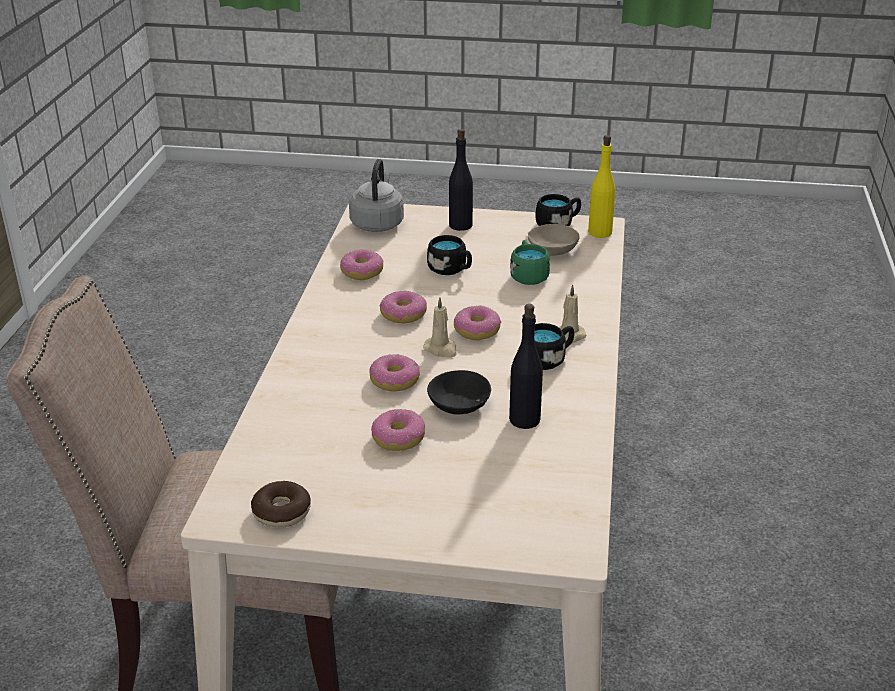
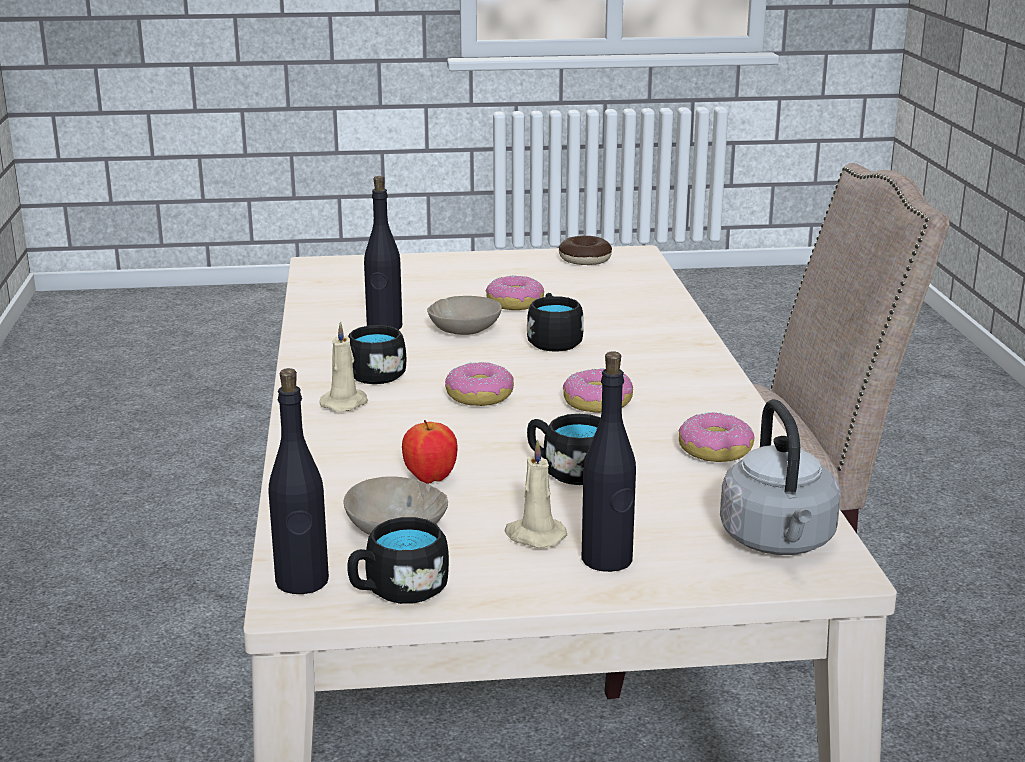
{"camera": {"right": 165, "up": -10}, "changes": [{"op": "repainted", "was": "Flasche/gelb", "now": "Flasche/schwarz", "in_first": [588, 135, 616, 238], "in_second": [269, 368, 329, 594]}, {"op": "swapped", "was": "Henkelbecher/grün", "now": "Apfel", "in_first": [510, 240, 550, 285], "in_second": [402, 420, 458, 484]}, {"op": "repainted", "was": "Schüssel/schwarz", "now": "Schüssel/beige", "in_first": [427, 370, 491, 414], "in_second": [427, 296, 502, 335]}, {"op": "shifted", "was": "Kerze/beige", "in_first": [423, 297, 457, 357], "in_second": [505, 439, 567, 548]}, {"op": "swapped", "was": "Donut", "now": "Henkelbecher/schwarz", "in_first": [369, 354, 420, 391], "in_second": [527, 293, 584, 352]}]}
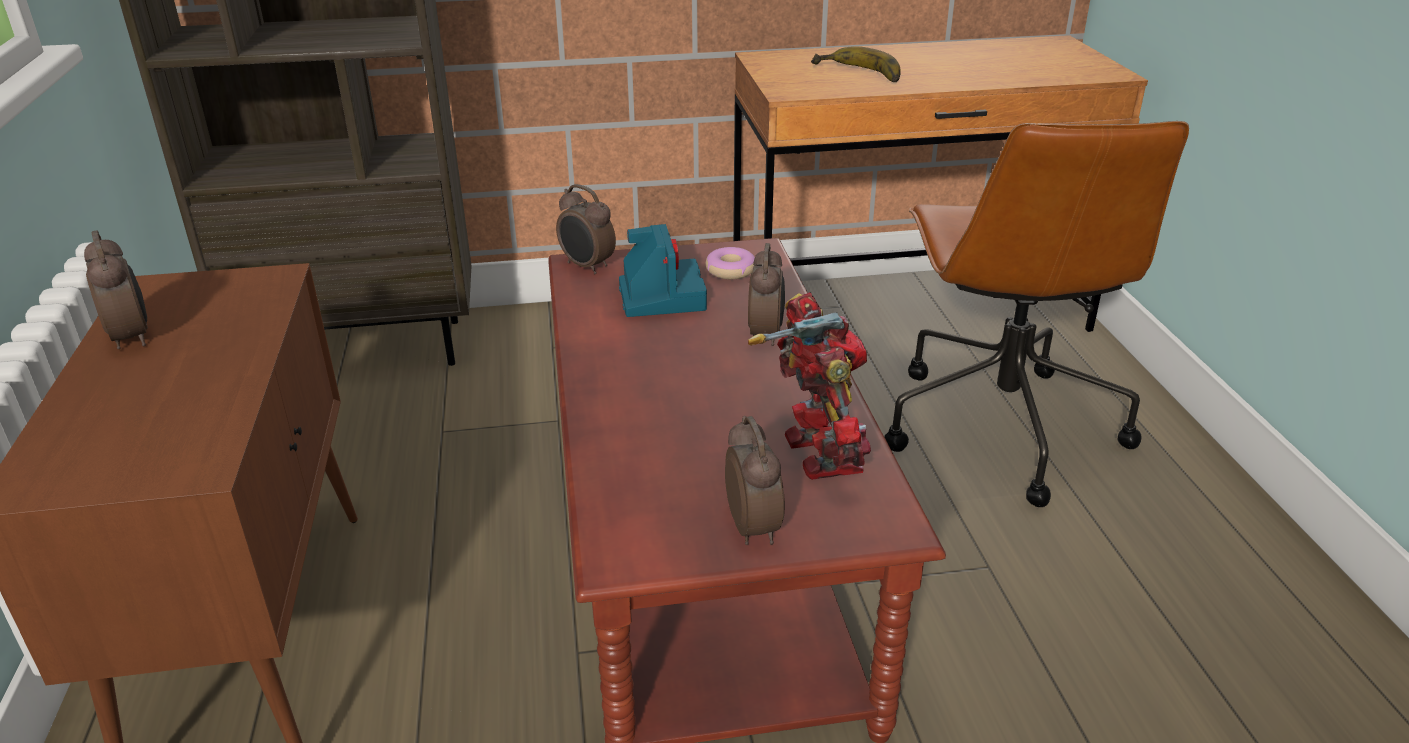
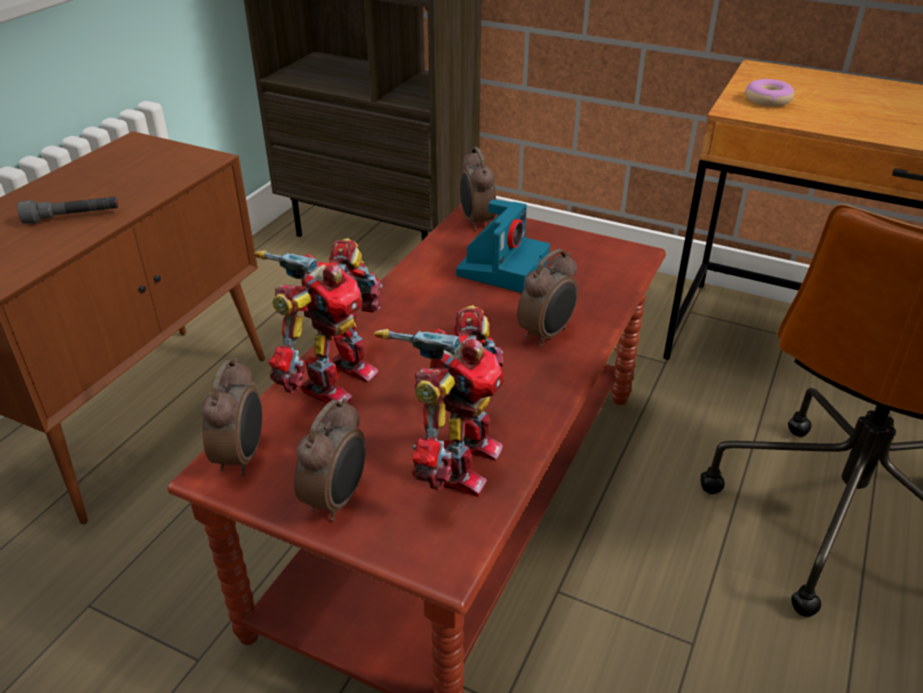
{"camera": {"right": 35, "up": 5}, "changes": [{"op": "new", "now": "Taschenlampe/grau", "in_second": [17, 197, 119, 224]}, {"op": "shifted", "was": "Wecker", "in_first": [84, 231, 148, 350], "in_second": [202, 358, 262, 476]}, {"op": "new", "now": "Spielzeugroboter", "in_second": [254, 238, 382, 403]}, {"op": "shifted", "was": "Donut", "in_first": [706, 247, 755, 279], "in_second": [745, 79, 794, 107]}, {"op": "gone", "was": "Banane", "in_first": [811, 46, 901, 82]}]}
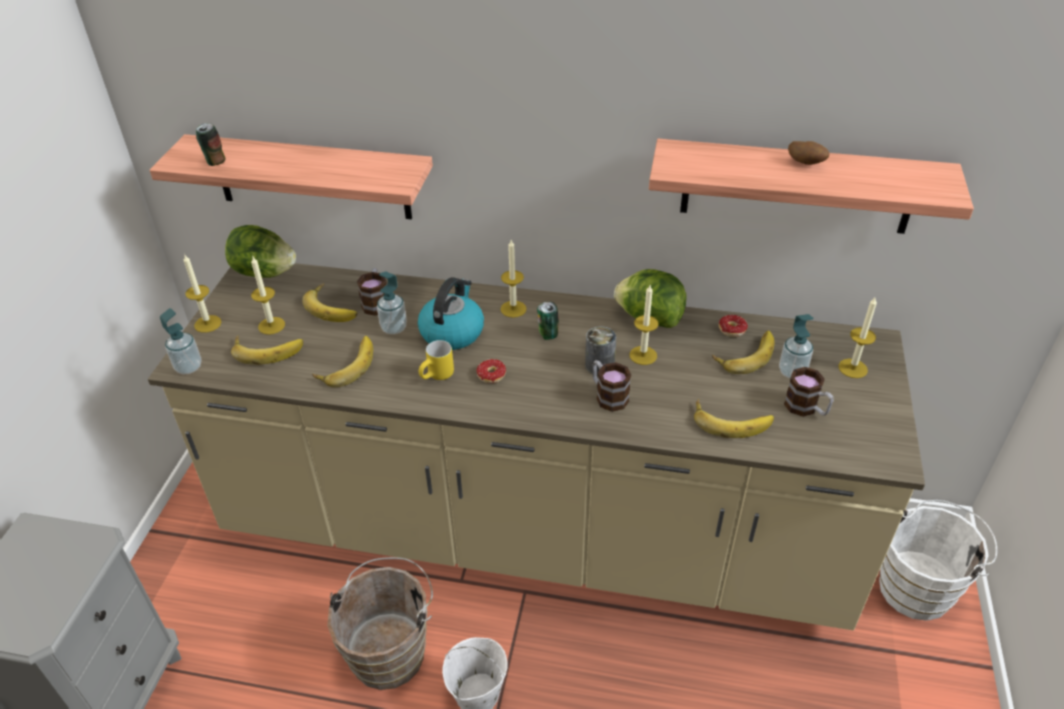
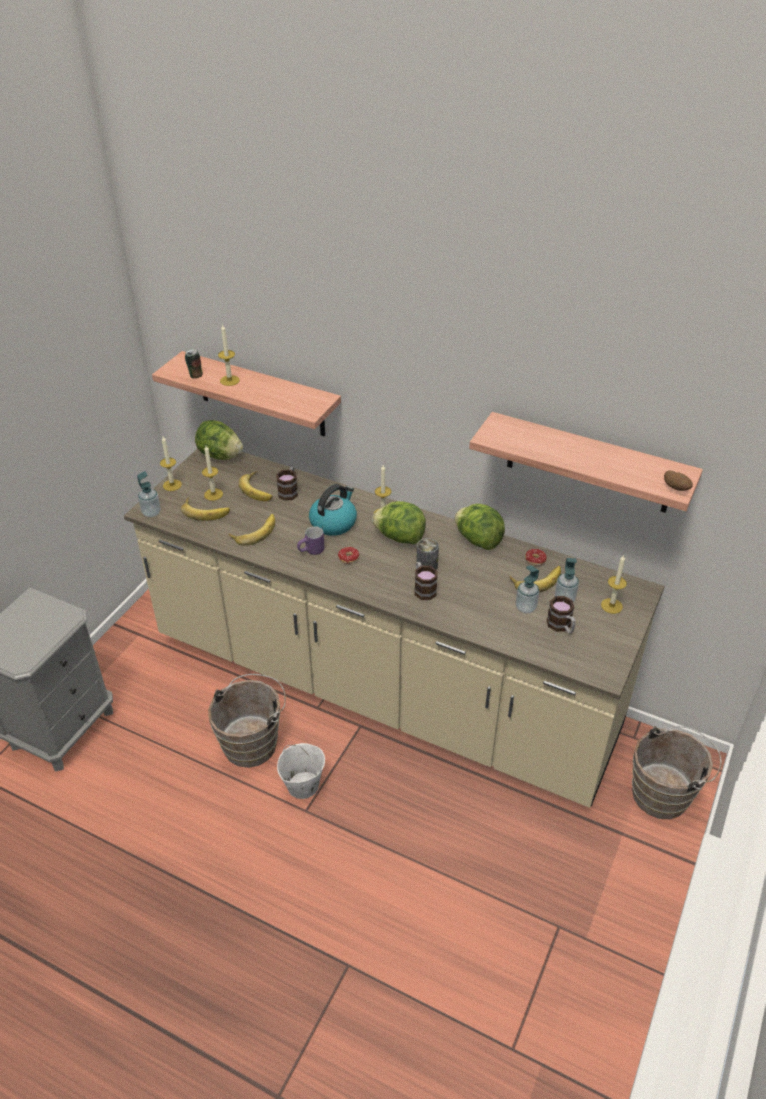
{"camera": {"right": 15, "up": 0}, "changes": [{"op": "shifted", "was": "Kerze", "in_first": [629, 285, 659, 365], "in_second": [218, 325, 239, 386]}, {"op": "repainted", "was": "Henkelbecher/gelb", "now": "Henkelbecher/lila", "in_first": [419, 340, 454, 380], "in_second": [297, 526, 324, 555]}, {"op": "swapped", "was": "Dose", "now": "Salatkopf", "in_first": [537, 302, 559, 340], "in_second": [372, 501, 426, 544]}, {"op": "shifted", "was": "Seifenspender", "in_first": [377, 272, 407, 334], "in_second": [515, 565, 539, 614]}, {"op": "repainted", "was": "Eimer/weiß", "now": "Eimer/braun", "in_first": [879, 500, 997, 621], "in_second": [632, 726, 721, 819]}, {"op": "shifted", "was": "Kartoffel", "in_first": [788, 141, 830, 165], "in_second": [664, 470, 693, 491]}, {"op": "gone", "was": "Banane", "in_first": [694, 399, 774, 438]}]}
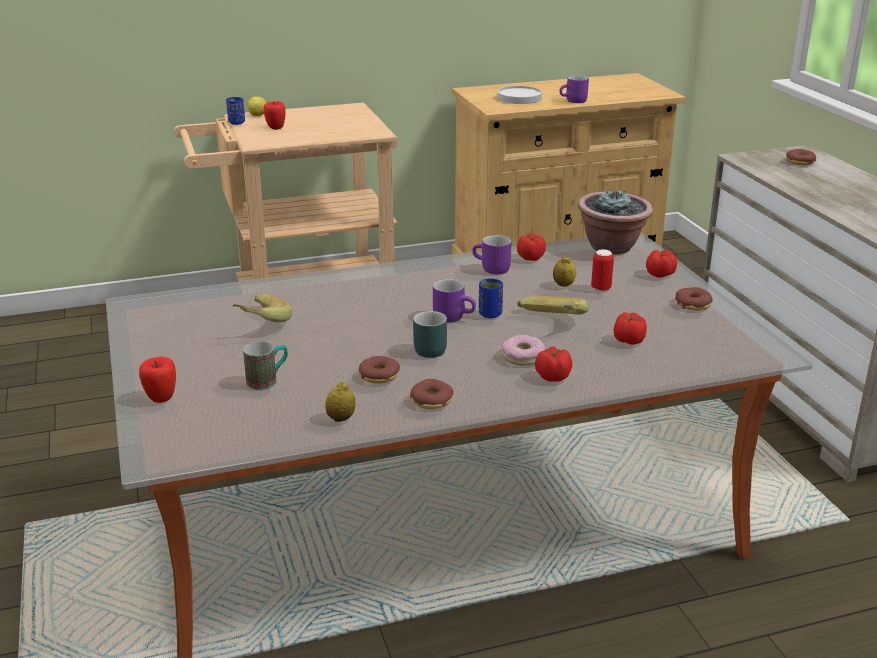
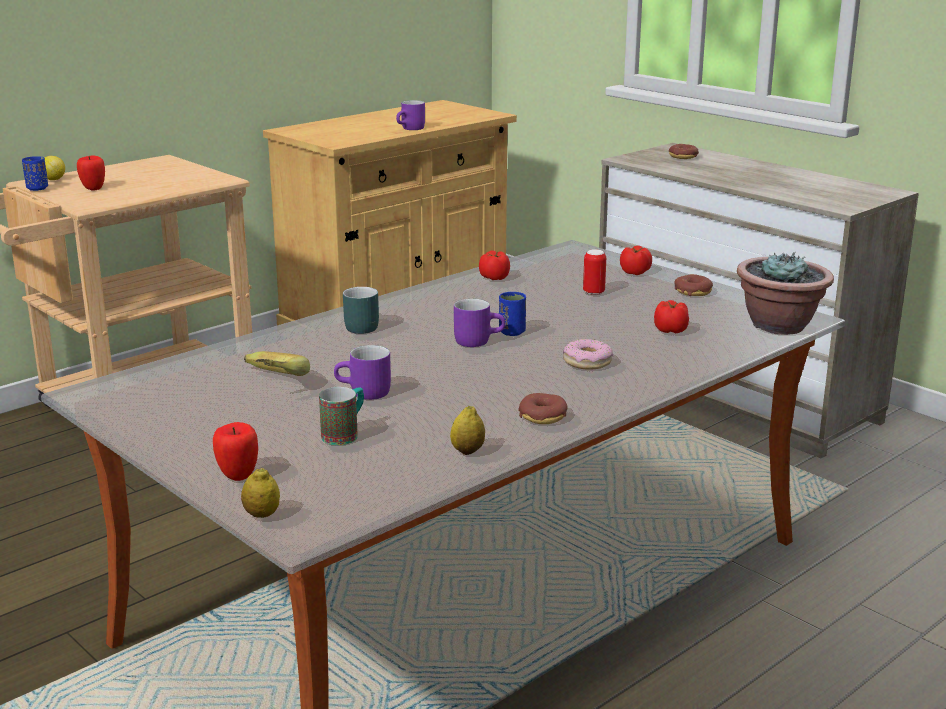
{"camera": {"right": -25, "up": -5}, "changes": [{"op": "shifted", "was": "Zitrone", "in_first": [553, 256, 576, 287], "in_second": [241, 467, 280, 518]}, {"op": "shifted", "was": "Henkelbecher/lila", "in_first": [472, 235, 511, 274], "in_second": [334, 345, 391, 400]}, {"op": "shifted", "was": "Henkelbecher/türkis", "in_first": [413, 311, 447, 358], "in_second": [343, 287, 379, 334]}, {"op": "shifted", "was": "Topfpflanze", "in_first": [578, 190, 653, 255], "in_second": [737, 252, 834, 335]}, {"op": "gone", "was": "Donut", "in_first": [359, 356, 400, 383]}, {"op": "gone", "was": "Teller/weiß", "in_first": [498, 86, 542, 104]}, {"op": "gone", "was": "Banane", "in_first": [517, 296, 589, 315]}, {"op": "gone", "was": "Tomate", "in_first": [535, 346, 572, 382]}]}
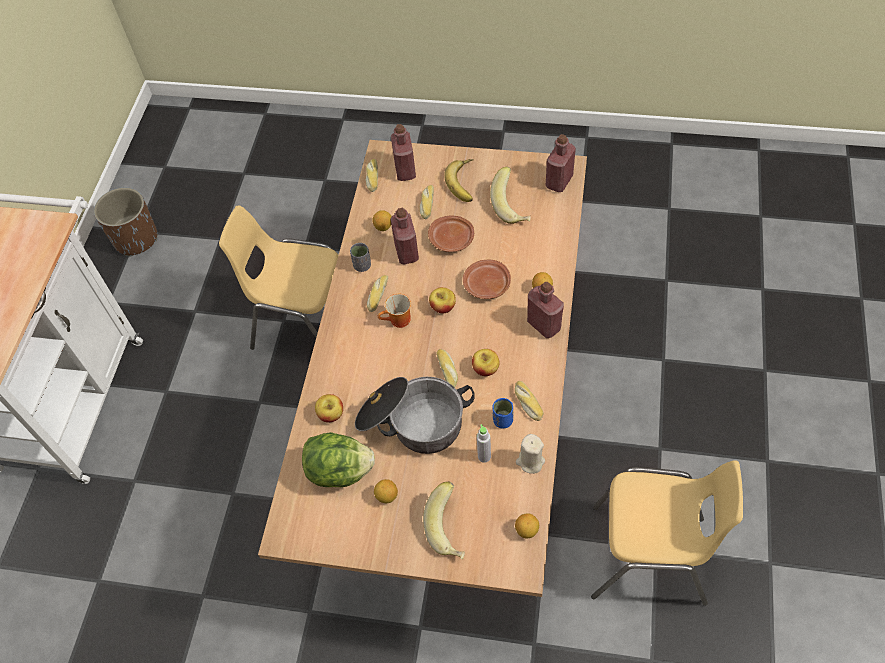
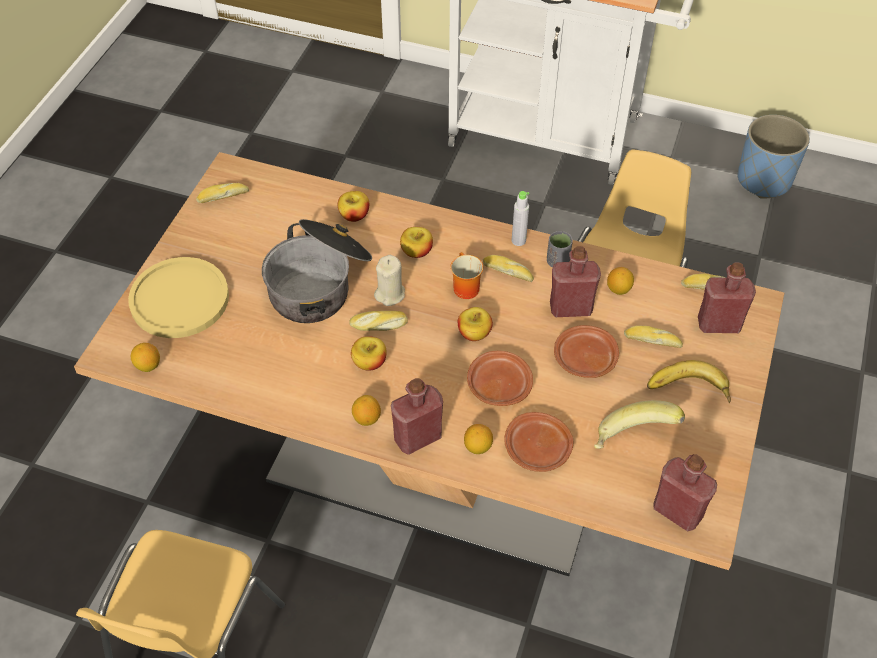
{"camera": {"right": 95, "up": -5}, "changes": [{"op": "swapped", "was": "Banane", "now": "Teller/gelb", "in_first": [423, 482, 465, 559], "in_second": [128, 257, 229, 338]}, {"op": "shifted", "was": "Brot", "in_first": [515, 381, 544, 421], "in_second": [196, 183, 249, 203]}, {"op": "shifted", "was": "Zitrone", "in_first": [374, 479, 398, 503], "in_second": [352, 395, 381, 426]}, {"op": "shifted", "was": "Kerze/beige", "in_first": [516, 434, 545, 474], "in_second": [374, 255, 405, 306]}, {"op": "new", "now": "Apfel", "in_second": [400, 227, 433, 258]}, {"op": "new", "now": "Teller/braun", "in_second": [504, 412, 573, 472]}, {"op": "shifted", "was": "Flasche/grau", "in_first": [477, 424, 491, 463], "in_second": [512, 191, 530, 246]}, {"op": "repainted", "was": "Pflanzkübel/braun", "now": "Pflanzkübel/blau", "in_first": [94, 188, 158, 256], "in_second": [737, 115, 810, 199]}, {"op": "gone", "was": "Salatkopf", "in_first": [302, 432, 375, 487]}, {"op": "gone", "was": "Tasse/blau", "in_first": [493, 398, 513, 428]}]}
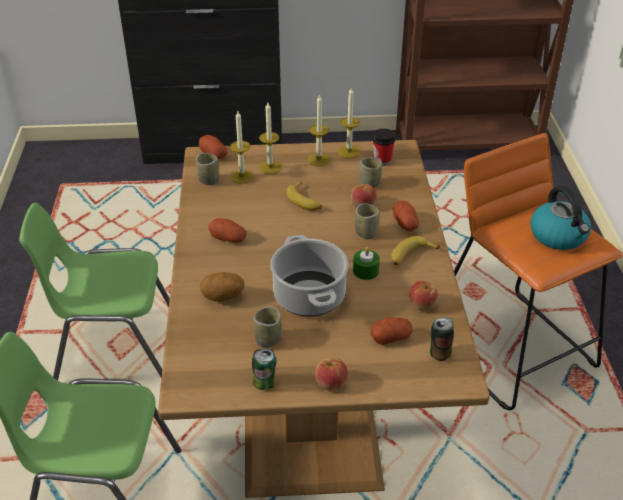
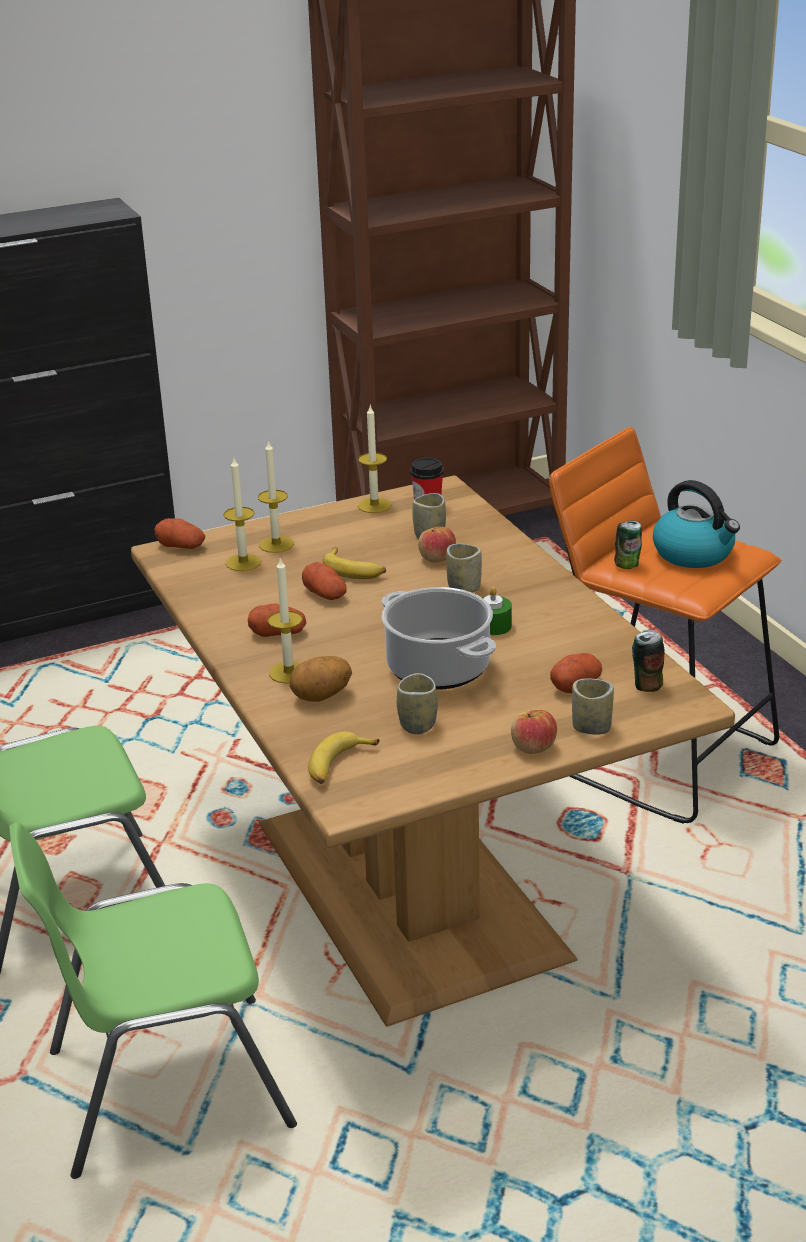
{"camera": {"right": -20, "up": -10}, "changes": [{"op": "shifted", "was": "Kerze", "in_first": [308, 94, 330, 166], "in_second": [268, 557, 302, 684]}, {"op": "shifted", "was": "Kartoffel", "in_first": [393, 201, 419, 231], "in_second": [302, 562, 347, 600]}, {"op": "shifted", "was": "Banane", "in_first": [391, 236, 440, 265], "in_second": [308, 732, 379, 784]}, {"op": "shifted", "was": "Tasse", "in_first": [196, 153, 219, 185], "in_second": [572, 678, 614, 735]}, {"op": "shifted", "was": "Dose", "in_first": [252, 349, 277, 390], "in_second": [614, 521, 642, 569]}, {"op": "gone", "was": "Apfel", "in_first": [409, 281, 439, 311]}]}
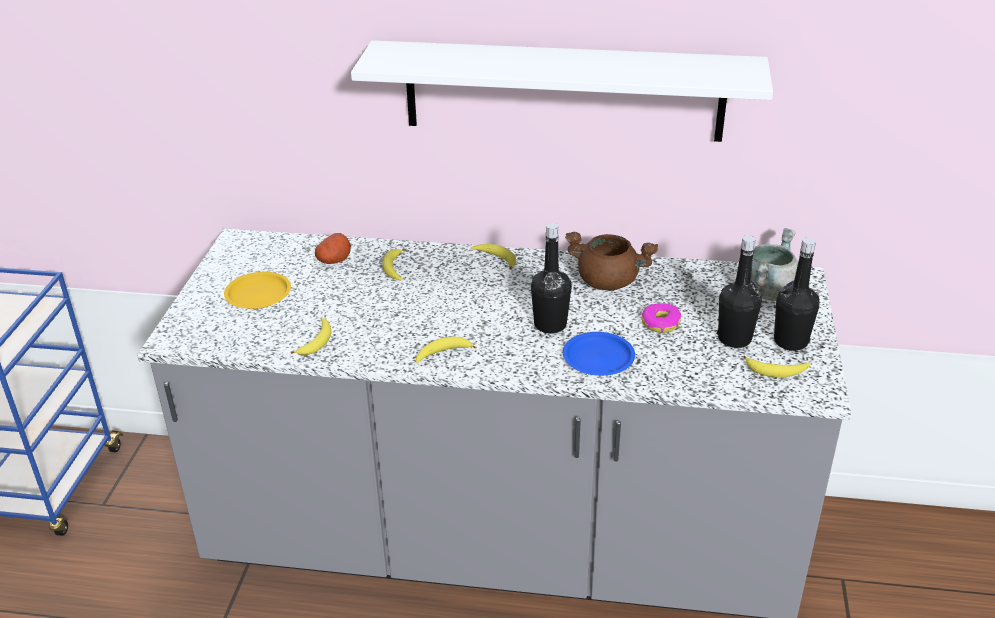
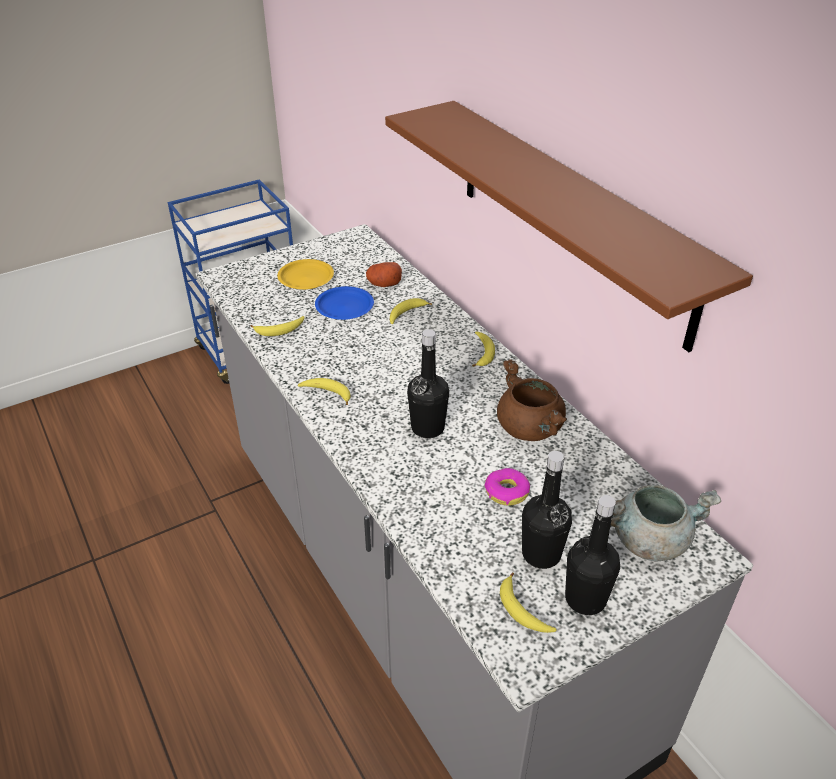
{"camera": {"right": 50, "up": 5}, "changes": [{"op": "shifted", "was": "Teller/blau", "in_first": [563, 332, 635, 376], "in_second": [315, 286, 374, 320]}, {"op": "repainted", "was": "Wandregal/weiß", "now": "Wandregal/braun", "in_first": [351, 40, 773, 142], "in_second": [385, 101, 753, 352]}]}
